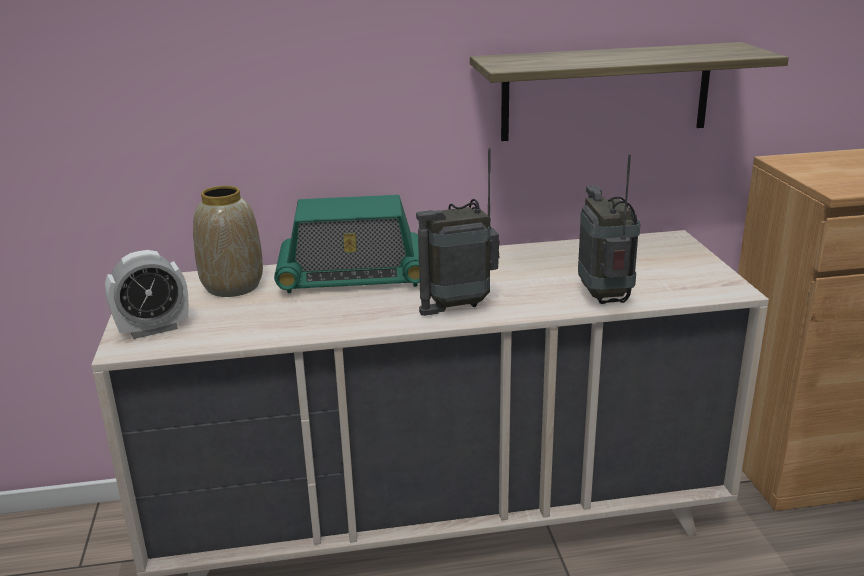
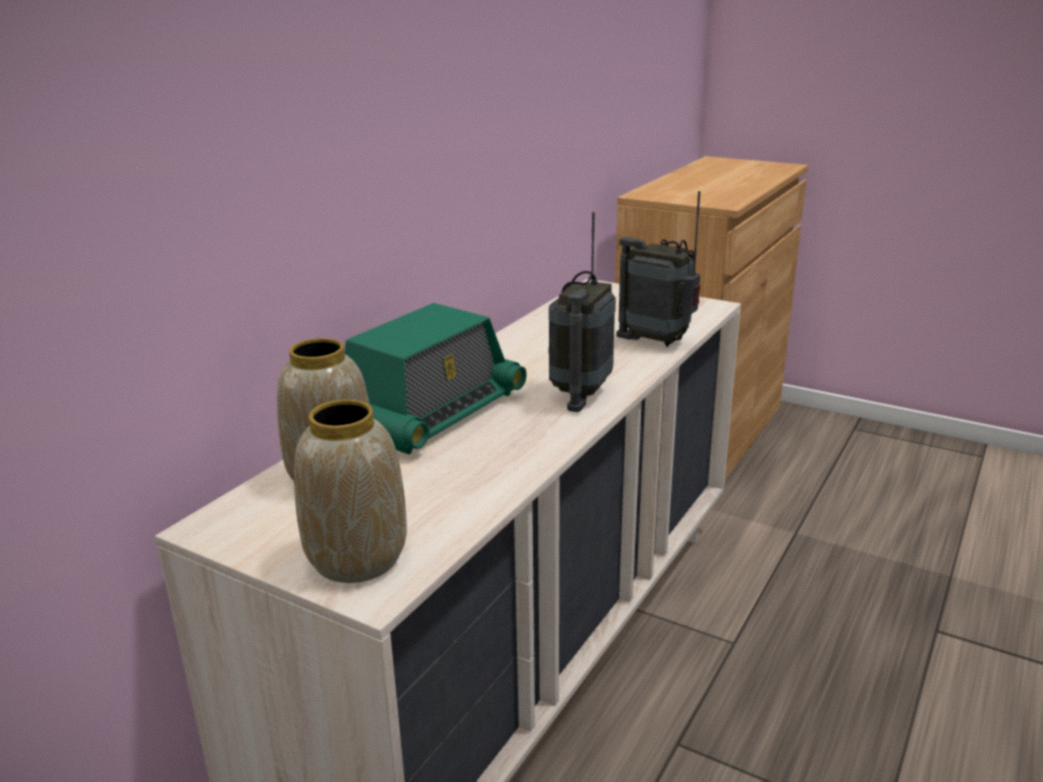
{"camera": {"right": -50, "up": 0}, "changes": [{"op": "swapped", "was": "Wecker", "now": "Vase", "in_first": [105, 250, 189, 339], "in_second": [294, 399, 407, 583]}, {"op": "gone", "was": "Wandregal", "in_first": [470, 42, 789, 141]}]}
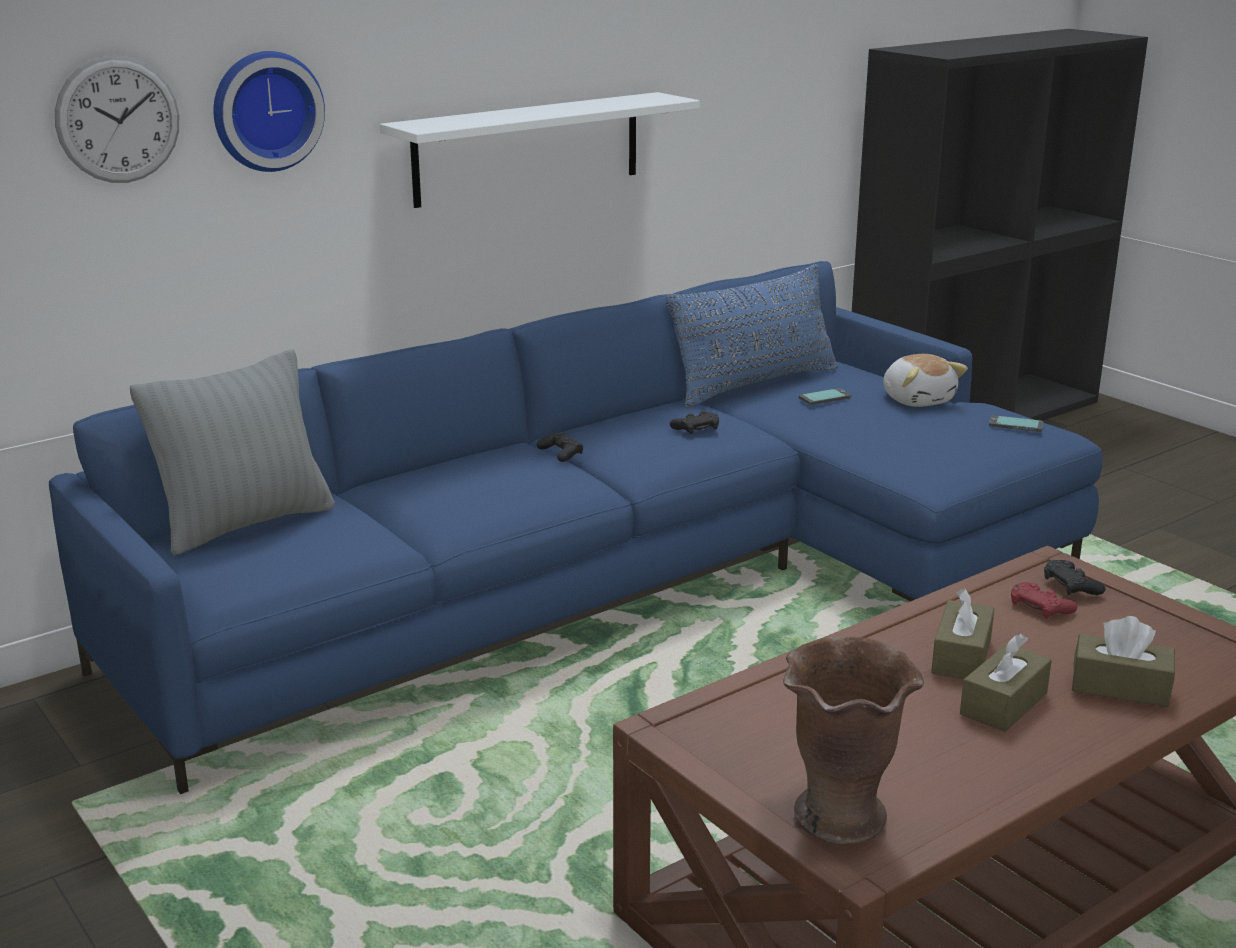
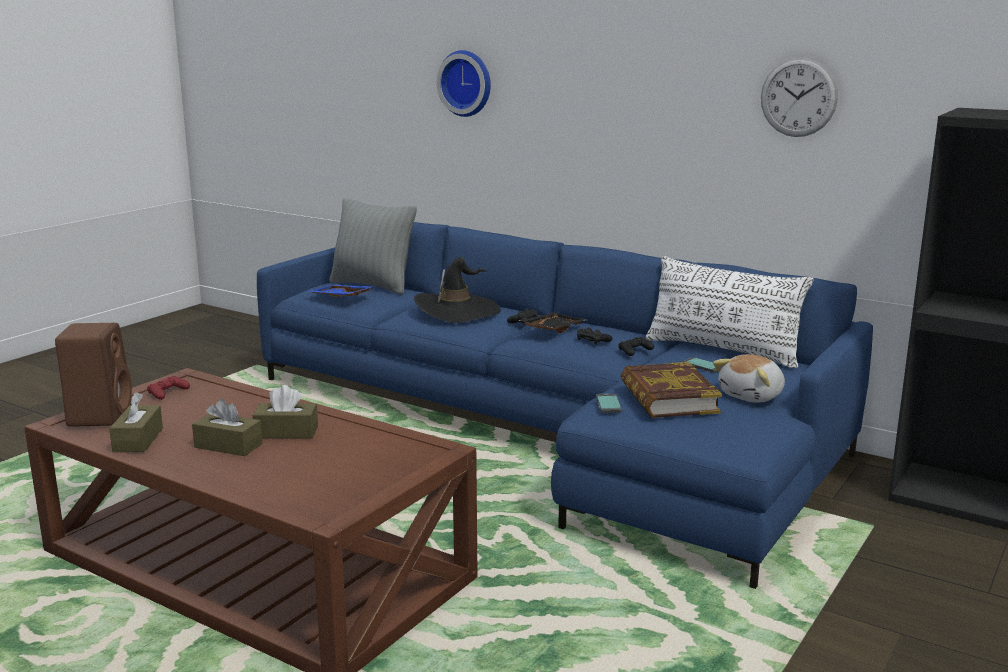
{"camera": {"right": 70, "up": -5}, "changes": [{"op": "swapped", "was": "Vase/braun", "now": "Lautsprecher/braun", "in_first": [783, 637, 924, 844], "in_second": [55, 323, 132, 427]}, {"op": "shifted", "was": "Taschentuchbox/braun", "in_first": [1072, 616, 1175, 707], "in_second": [109, 392, 163, 452]}, {"op": "shifted", "was": "Gamepad/rot", "in_first": [1011, 582, 1077, 619], "in_second": [147, 376, 190, 400]}, {"op": "new", "now": "Tablett/blau", "in_second": [310, 285, 375, 297]}, {"op": "new", "now": "Hut/schwarz", "in_second": [414, 257, 501, 323]}, {"op": "new", "now": "Tablett/schwarz", "in_second": [518, 312, 586, 333]}, {"op": "shifted", "was": "Handy", "in_first": [989, 415, 1043, 432], "in_second": [596, 394, 622, 413]}, {"op": "shifted", "was": "Gamepad/schwarz", "in_first": [1044, 560, 1105, 595], "in_second": [619, 337, 654, 356]}, {"op": "new", "now": "Buch", "in_second": [621, 362, 722, 418]}, {"op": "repainted", "was": "Kissen/blau", "now": "Kissen/weiß", "in_first": [666, 264, 838, 408], "in_second": [646, 256, 814, 368]}, {"op": "shifted", "was": "Wanduhr", "in_first": [55, 56, 179, 183], "in_second": [761, 57, 838, 137]}, {"op": "gone", "was": "Wandregal/weiß", "in_first": [380, 92, 700, 208]}]}
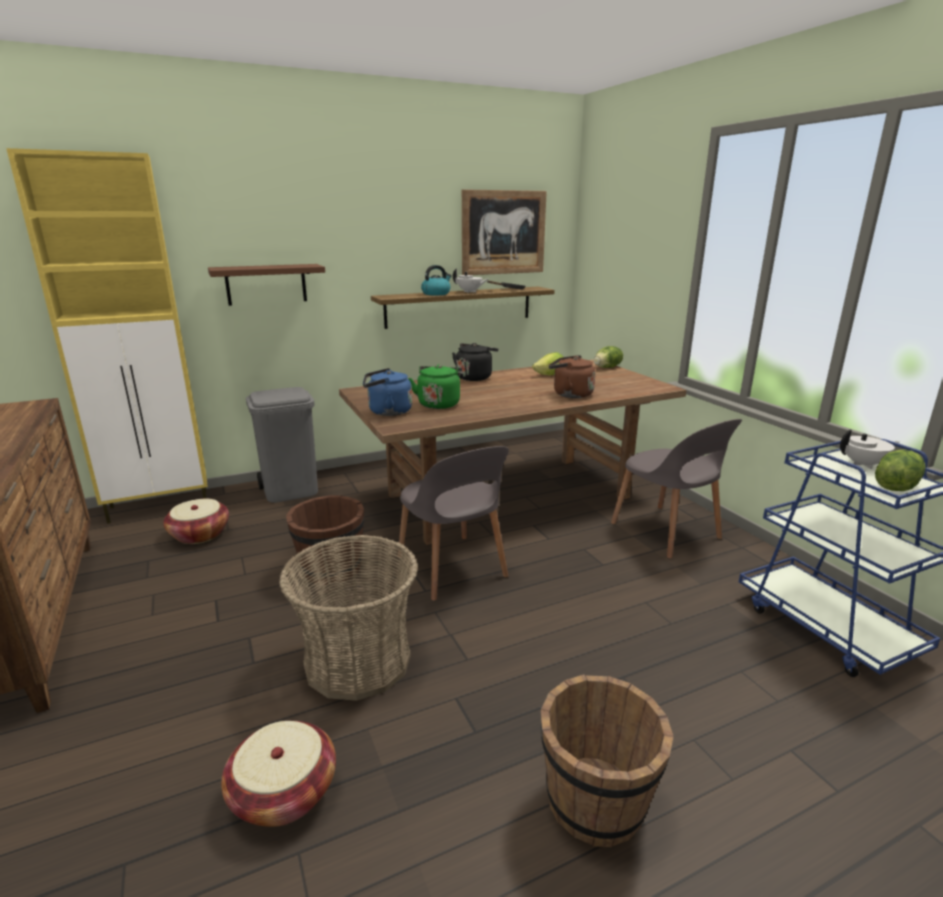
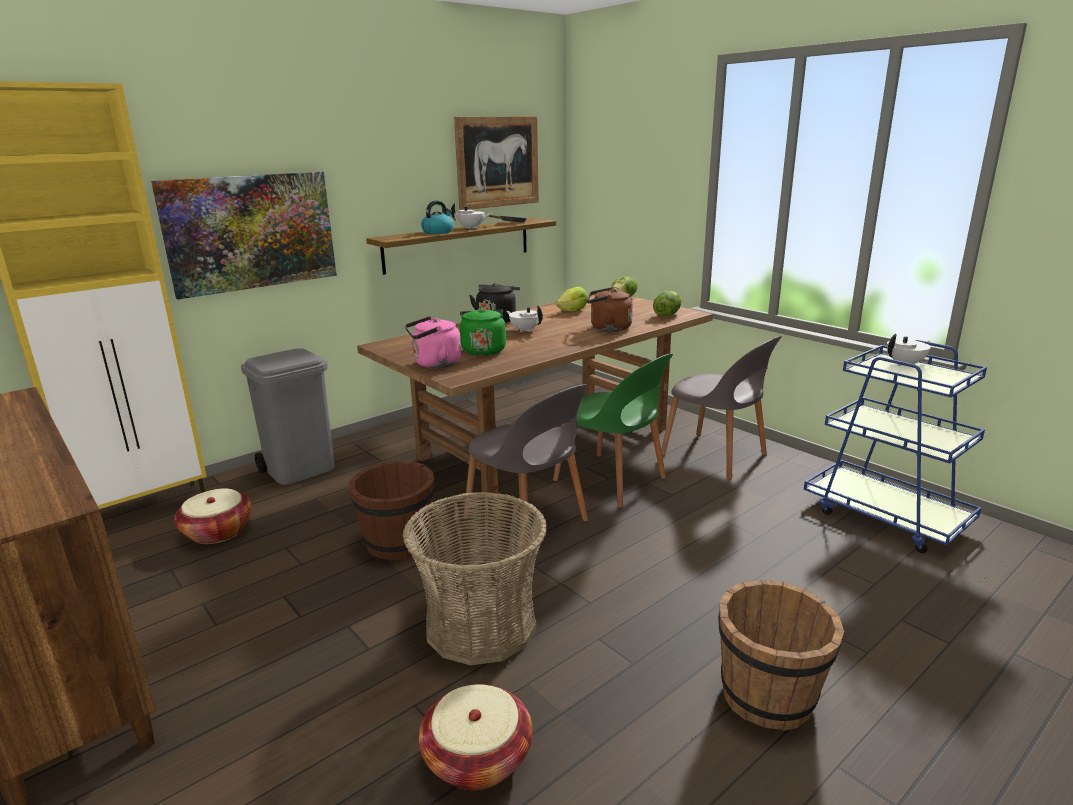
{"camera": {"right": -15, "up": 0}, "changes": [{"op": "swapped", "was": "Wandregal/braun", "now": "Bild", "in_first": [208, 264, 325, 306], "in_second": [151, 171, 337, 299]}, {"op": "repainted", "was": "Wasserkessel/blau", "now": "Wasserkessel/rosa", "in_first": [363, 368, 412, 416], "in_second": [405, 316, 461, 368]}, {"op": "new", "now": "Teekanne/weiß", "in_second": [506, 305, 543, 332]}, {"op": "new", "now": "Stuhl/grün", "in_second": [553, 353, 673, 508]}, {"op": "shifted", "was": "Salatkopf", "in_first": [875, 449, 926, 491], "in_second": [653, 291, 681, 316]}]}
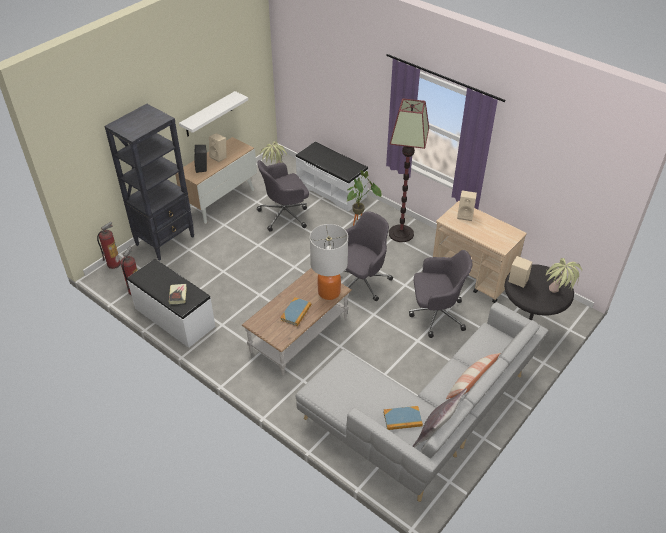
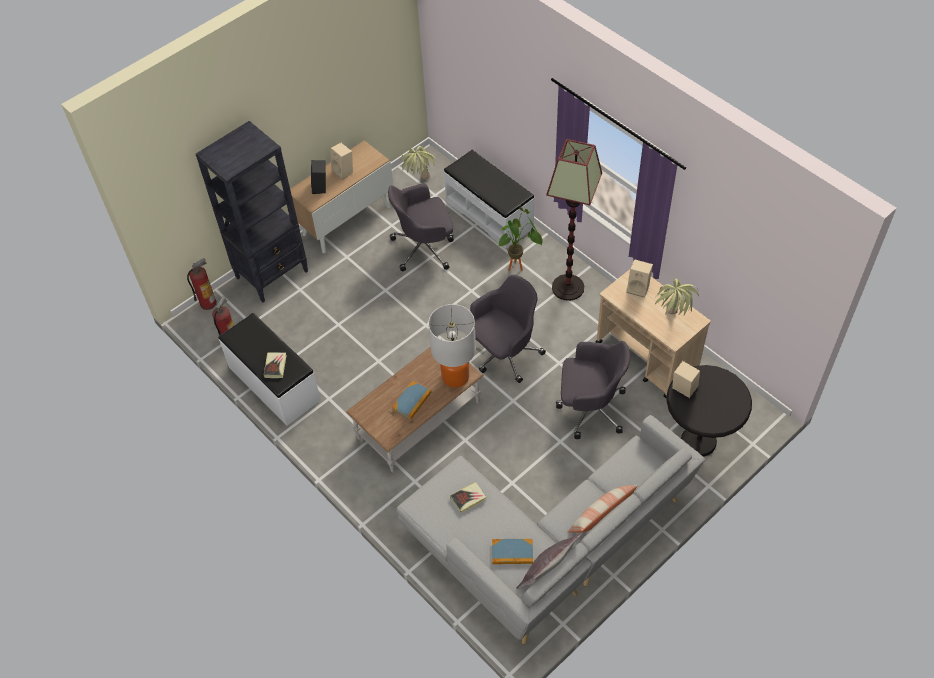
{"camera": {"right": 10, "up": 10}, "changes": [{"op": "new", "now": "Buch", "in_second": [450, 482, 486, 513]}, {"op": "shifted", "was": "Topfpflanze", "in_first": [546, 258, 582, 293], "in_second": [655, 279, 699, 315]}, {"op": "gone", "was": "Wandregal/weiß", "in_first": [179, 91, 248, 137]}]}
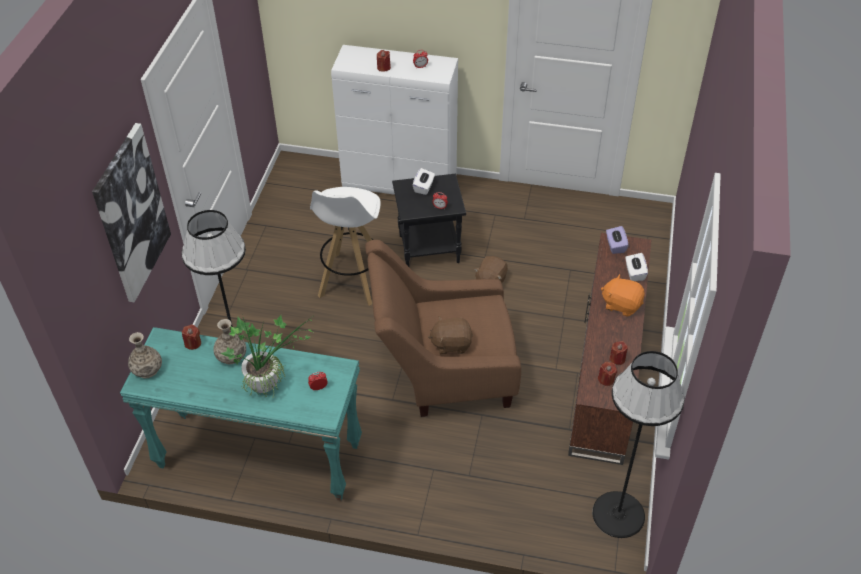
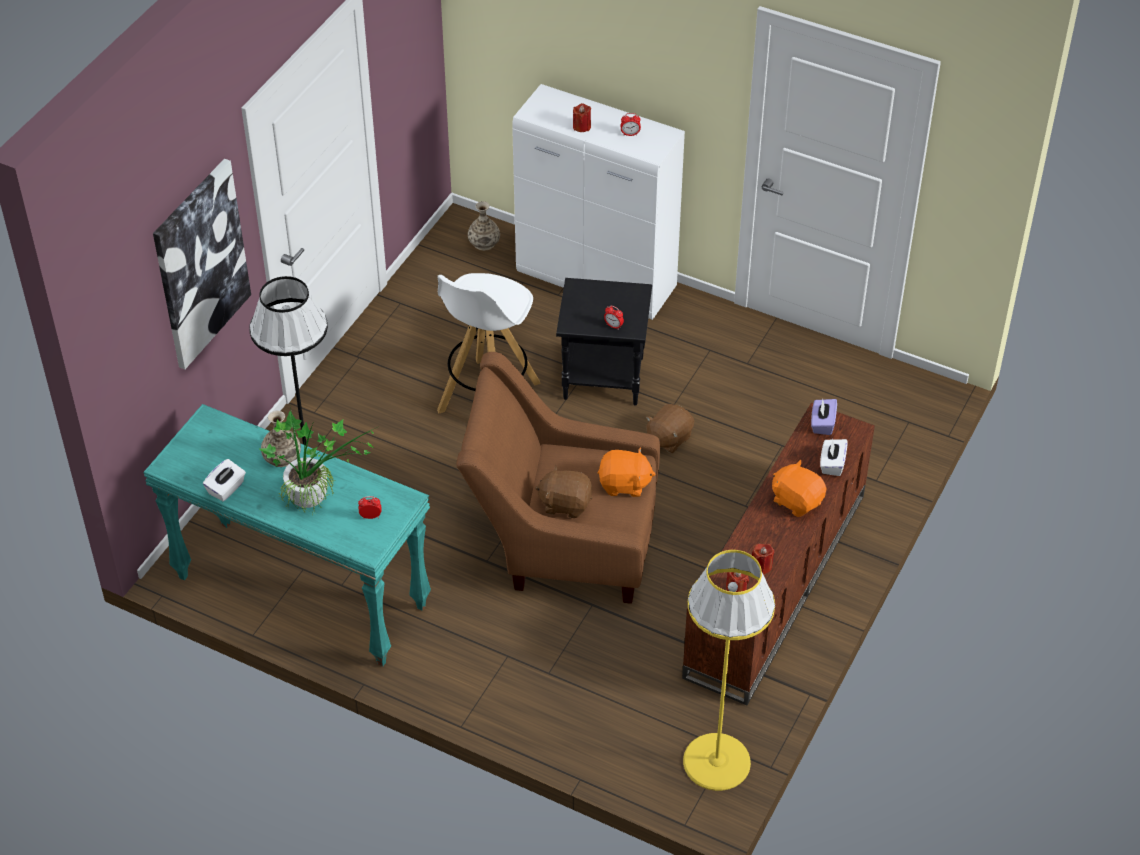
{"camera": {"right": 15, "up": 0}, "changes": [{"op": "shifted", "was": "Taschentuchbox/weiß", "in_first": [413, 168, 435, 195], "in_second": [203, 459, 246, 501]}, {"op": "shifted", "was": "Vase", "in_first": [128, 332, 162, 378], "in_second": [468, 201, 500, 251]}, {"op": "new", "now": "Plüschtier/orange", "in_second": [598, 448, 656, 497]}, {"op": "repainted", "was": "Stehlampe/schwarz", "now": "Stehlampe/gelb", "in_first": [592, 351, 685, 538], "in_second": [683, 550, 775, 791]}, {"op": "gone", "was": "Kerze/rot", "in_first": [182, 324, 201, 350]}]}
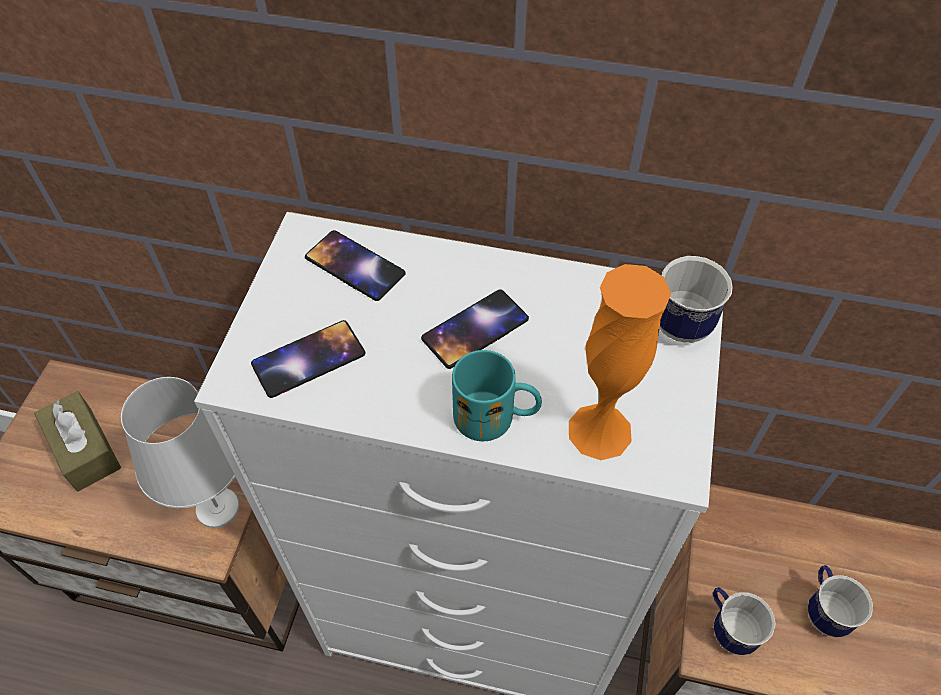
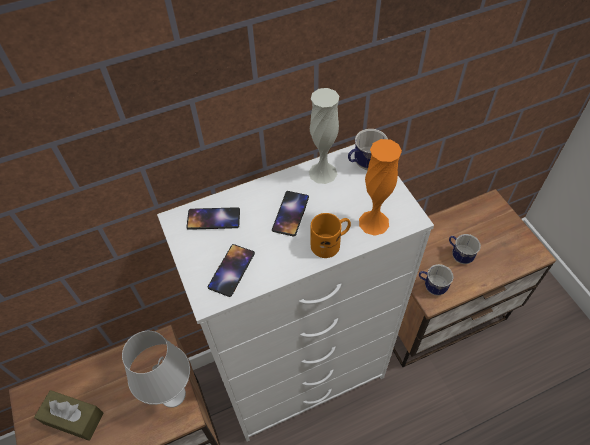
{"camera": {"right": -35, "up": 0}, "changes": [{"op": "new", "now": "Vase/weiß", "in_second": [309, 88, 339, 184]}, {"op": "repainted", "was": "Henkelbecher/türkis", "now": "Henkelbecher/orange", "in_first": [452, 350, 542, 441], "in_second": [311, 213, 351, 258]}]}
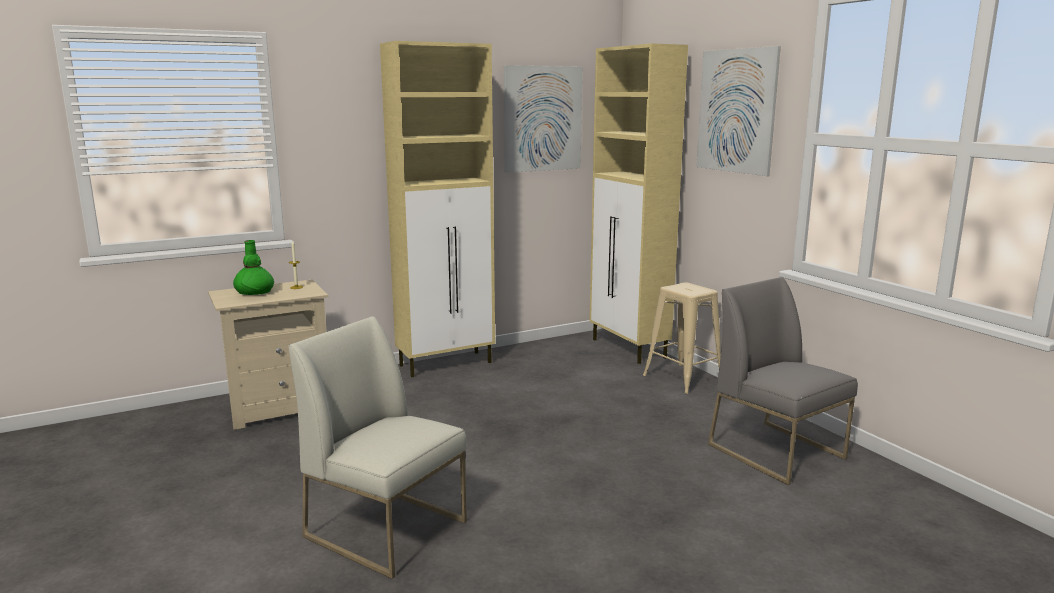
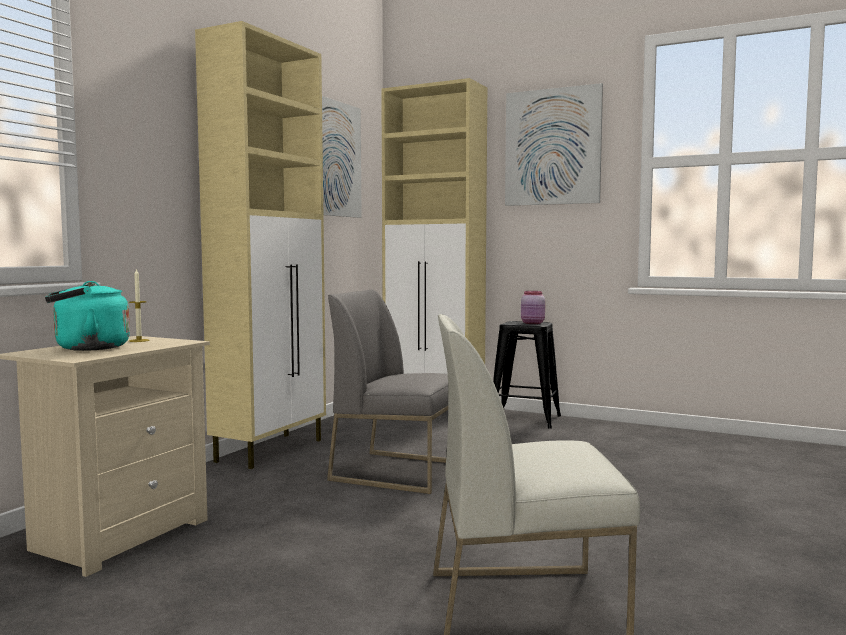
{"camera": {"right": -35, "up": -10}, "changes": [{"op": "swapped", "was": "Vase/grün", "now": "Wasserkessel/türkis", "in_first": [233, 240, 274, 295], "in_second": [45, 281, 130, 351]}, {"op": "shifted", "was": "Stuhl/grau", "in_first": [708, 277, 858, 485], "in_second": [327, 289, 448, 494]}, {"op": "repainted", "was": "Hocker/beige", "now": "Hocker/schwarz", "in_first": [643, 283, 721, 394], "in_second": [493, 321, 561, 429]}, {"op": "new", "now": "Vorratsglas/rosa", "in_second": [521, 291, 545, 324]}]}
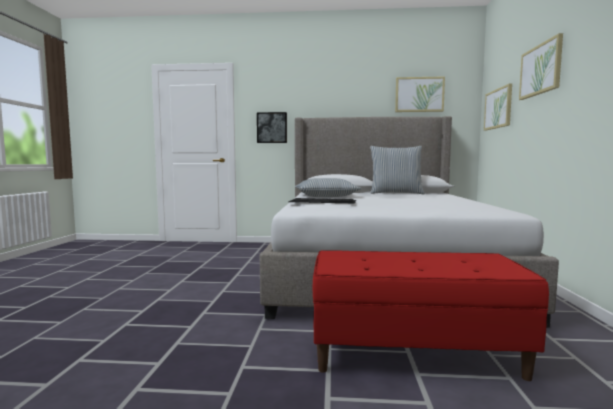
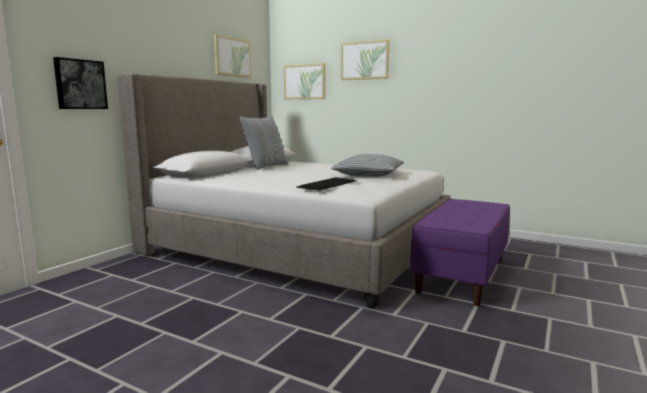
{"camera": {"right": -65, "up": 5}, "changes": [{"op": "shifted", "was": "Kissen", "in_first": [295, 178, 361, 197], "in_second": [331, 154, 404, 177]}, {"op": "repainted", "was": "Bank/rot", "now": "Bank/lila", "in_first": [313, 250, 549, 381], "in_second": [410, 199, 510, 306]}]}
